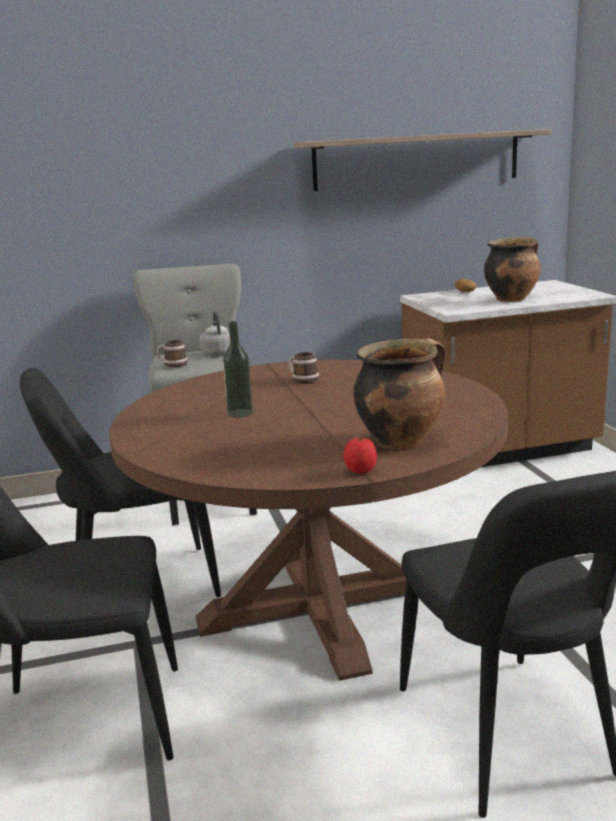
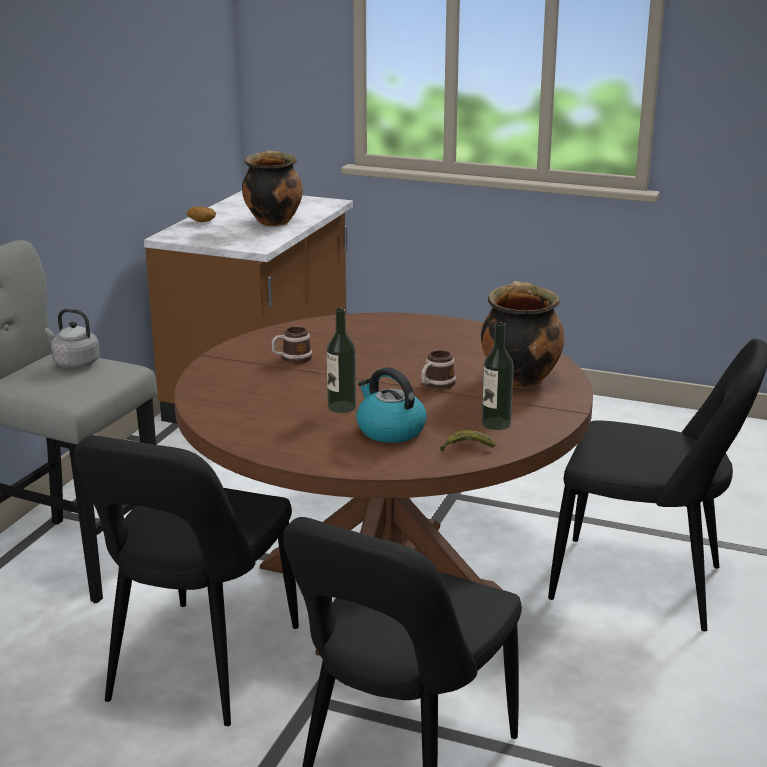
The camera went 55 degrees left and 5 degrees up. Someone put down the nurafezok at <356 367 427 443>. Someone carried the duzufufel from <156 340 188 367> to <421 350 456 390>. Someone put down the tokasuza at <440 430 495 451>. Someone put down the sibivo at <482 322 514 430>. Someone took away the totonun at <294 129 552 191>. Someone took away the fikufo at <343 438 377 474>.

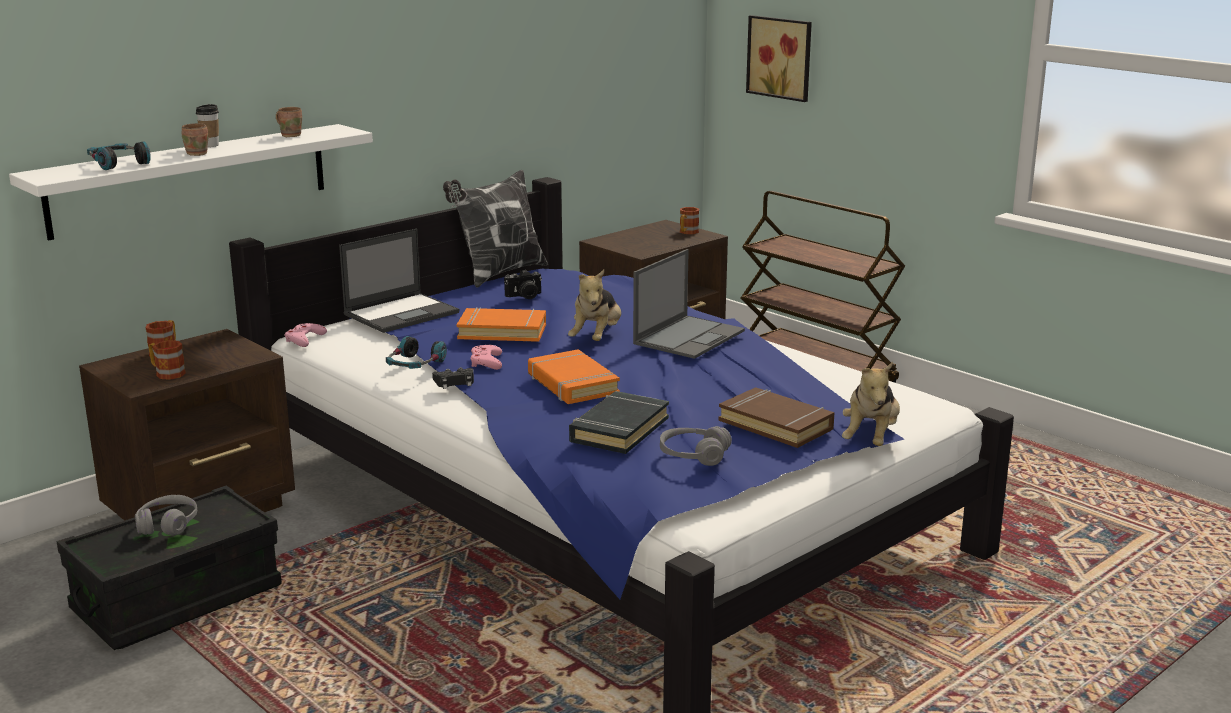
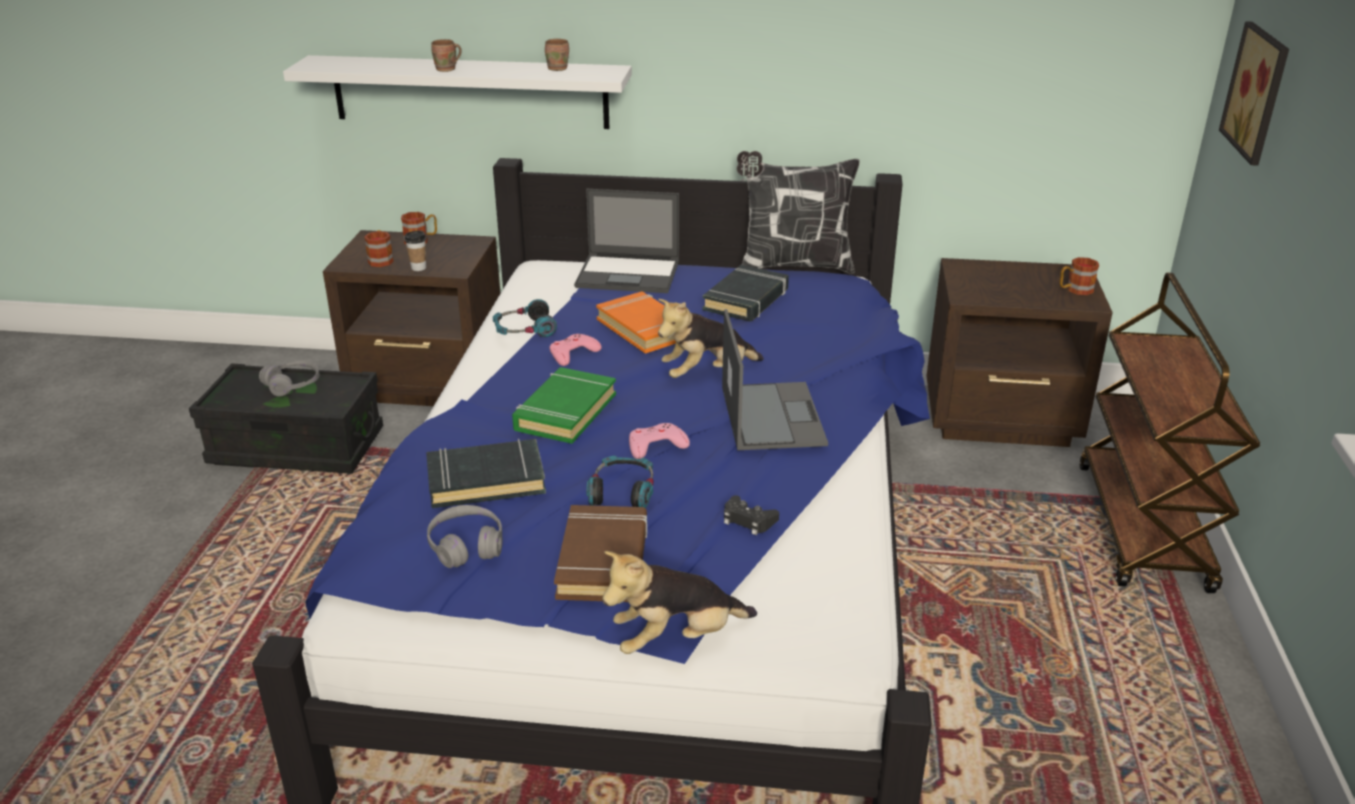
The camera went 50 degrees right and 10 degrees up. Someone carried the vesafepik from <196 104 219 147> to <404 231 426 271>. Someone repainted the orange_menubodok at <528 349 620 404>, which became the green_menubodok at <512 367 616 444>. Someone carried the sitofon from <87 141 151 170> to <586 455 654 508>. Someone carried the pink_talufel from <285 323 327 347> to <629 423 690 459>. Someone swapped the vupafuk at <504 269 542 299> for the black_menubodok at <703 265 789 322>. Someone rotated the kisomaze at <633 249 745 359> by 90 degrees counterclockwise. Someone carried the black_talufel from <432 367 474 389> to <724 495 779 535>.

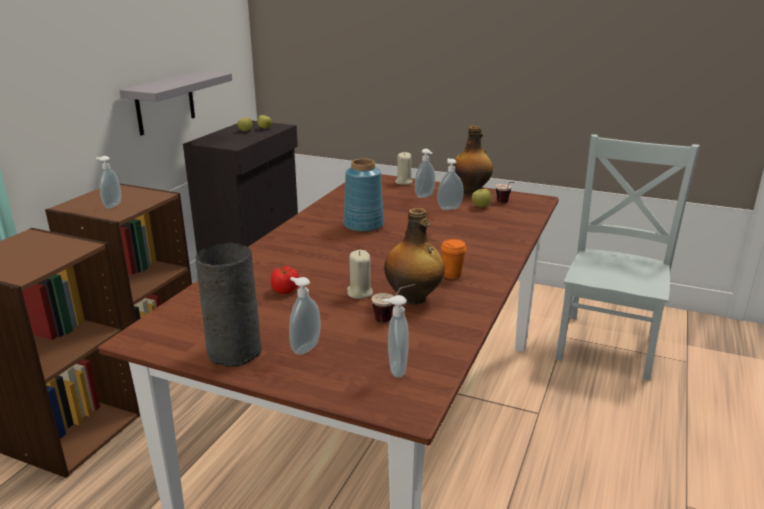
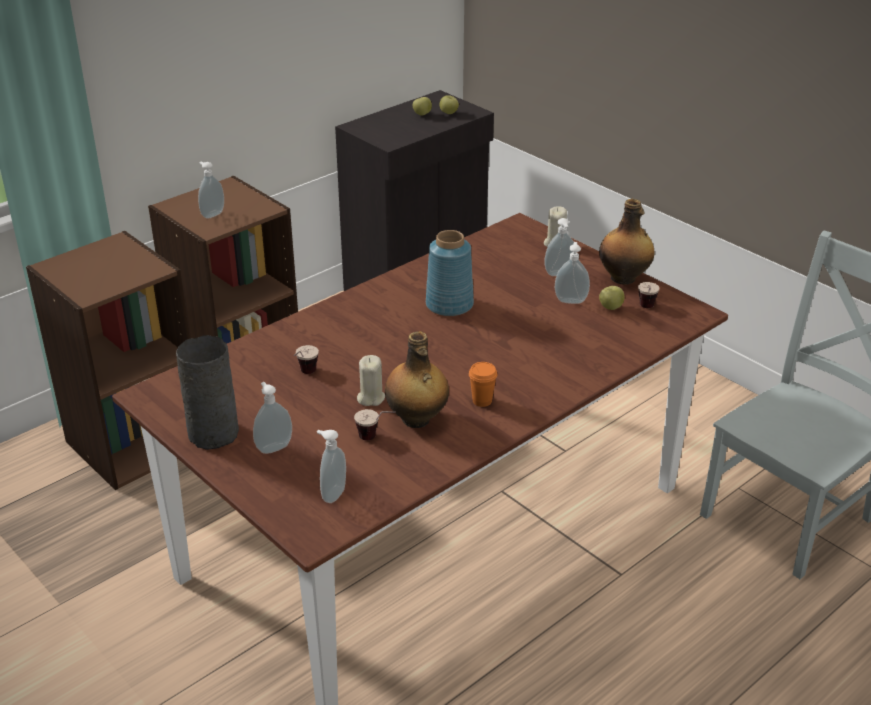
The camera went 25 degrees right and 10 degrees up. Someone swapped the fikufo at <271 266 300 294> for the vesafepik at <294 345 319 374>. Someone took away the grey_totonun at <120 71 232 136>.

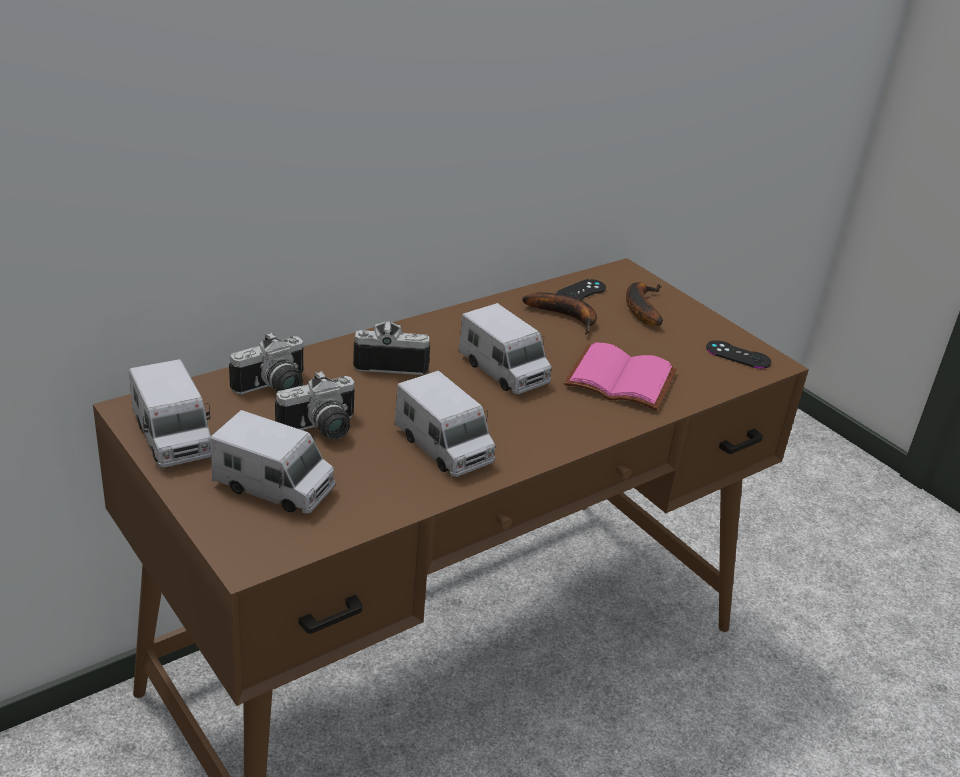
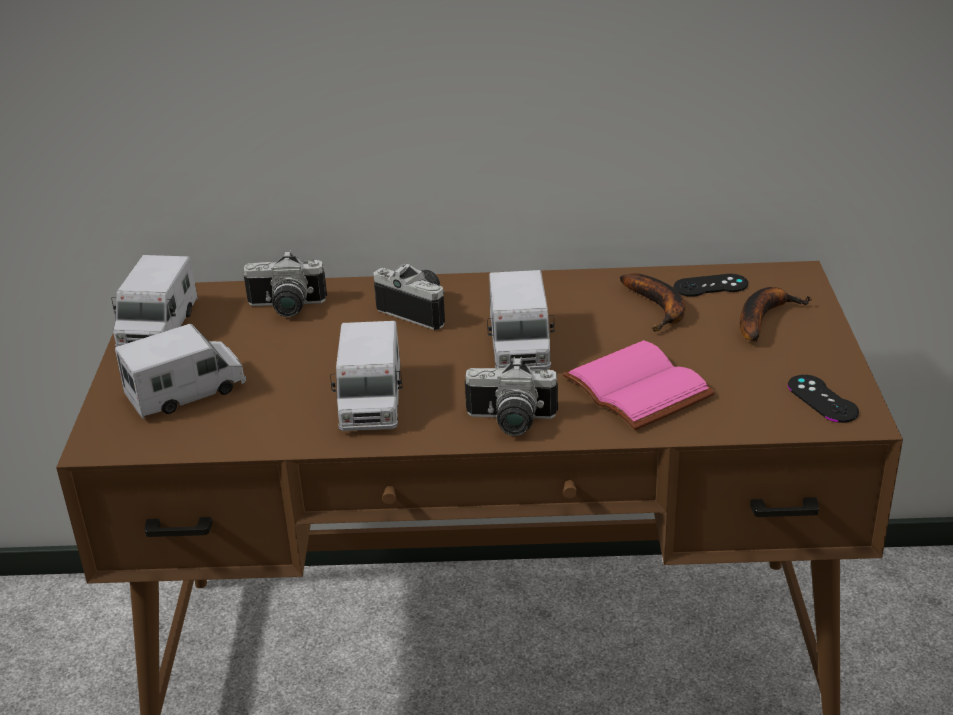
The camera went 40 degrees right and 0 degrees up. Someone rotated the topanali at <210 410 335 514> by 90 degrees counterclockwise. Someone carried the vupafuk from <275 371 355 439> to <465 357 558 436>.

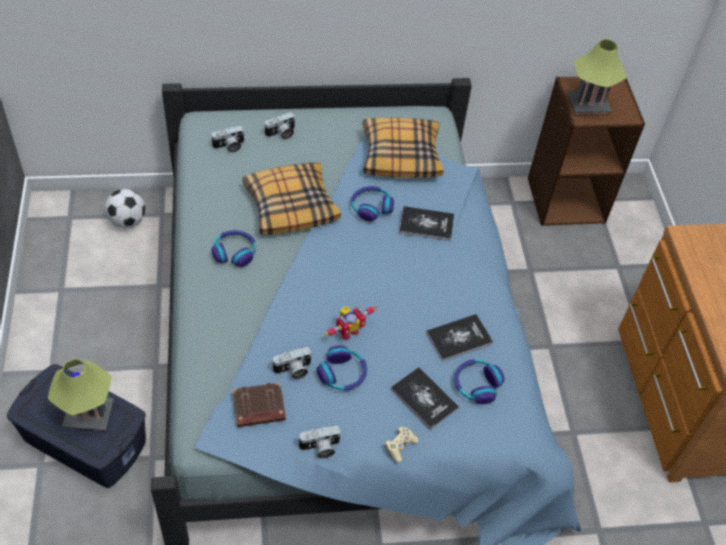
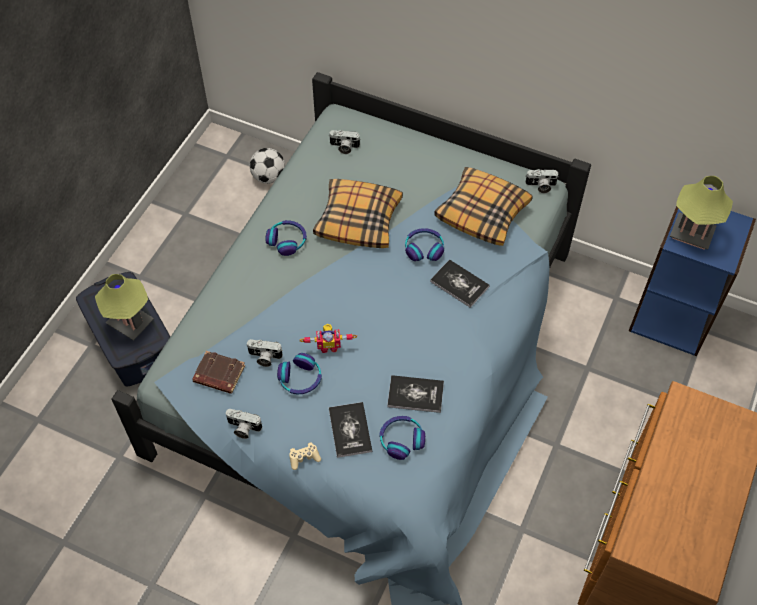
The camera went 35 degrees right and 5 degrees up. Someone carried the vupafuk from <264 112 295 139> to <525 169 559 193>. Someone repainted the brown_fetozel at <528 77 645 226>, which became the blue_fetozel at <629 206 756 356>.

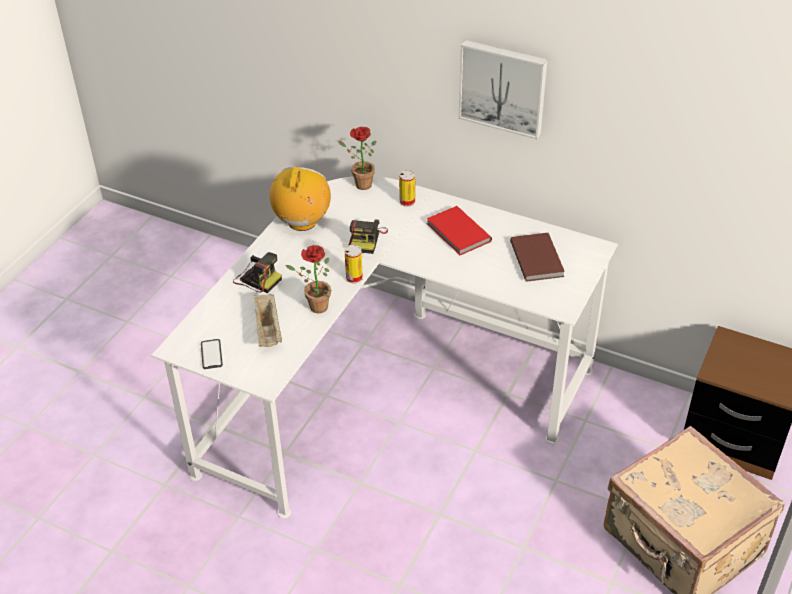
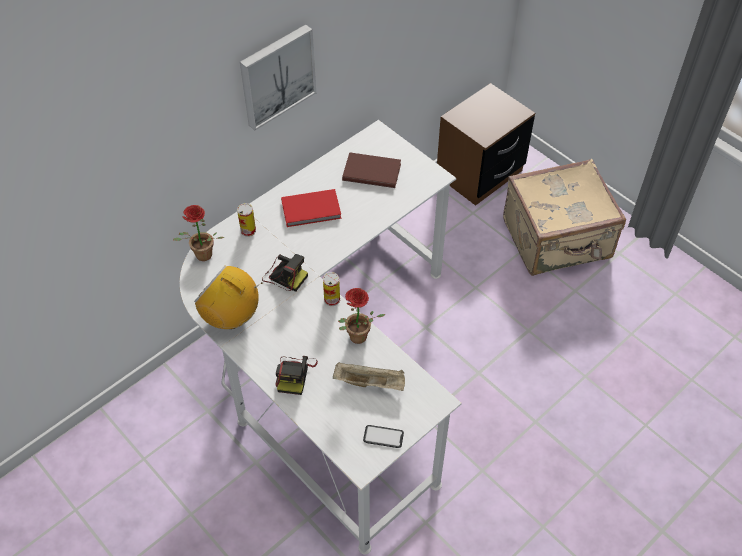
The camera went 70 degrees left and 10 degrees up. Someone rotated the vupafuk at <233 252 282 293> by 135 degrees clockwise.

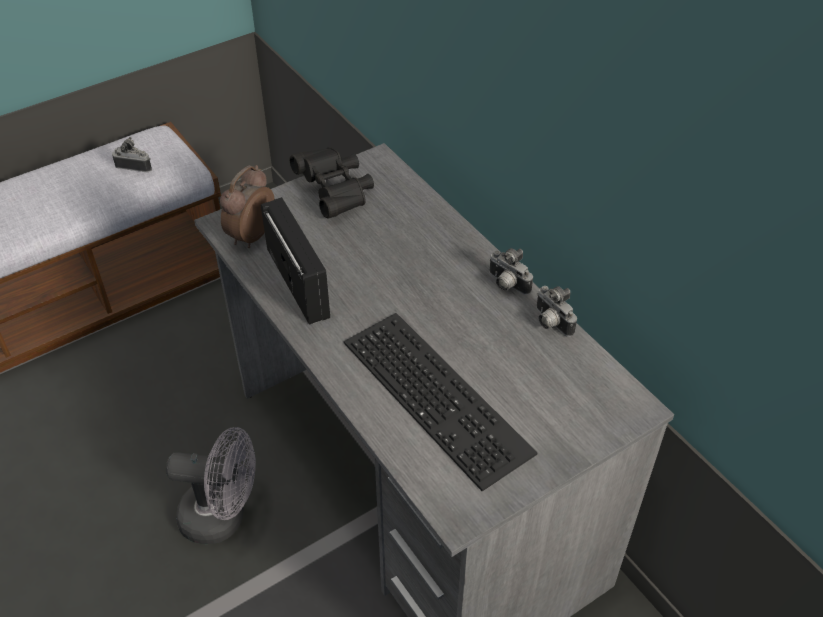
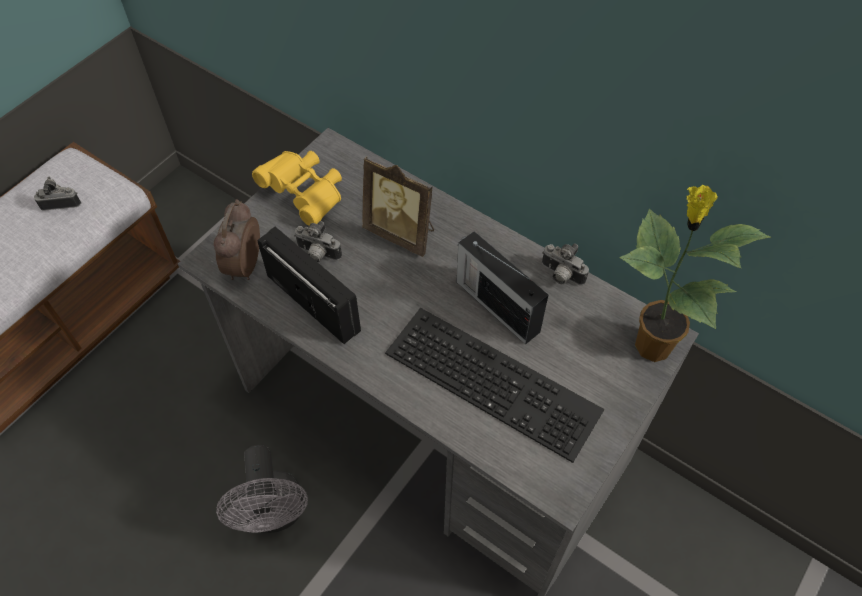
The camera went 20 degrees left and 10 degrees up. Someone rotated the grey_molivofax at <166 427 256 544> by 90 degrees clockwise. Someone repainted the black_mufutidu at <290 147 374 219>, which became the yellow_mufutidu at <252 151 342 225>. Someone carried the vupafuk from <489 248 533 295> to <294 221 342 263>. Someone put down the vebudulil at <362 156 434 257>. Someone put down the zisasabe at <457 231 548 345>. Someone put down the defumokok at <619 185 771 362>.

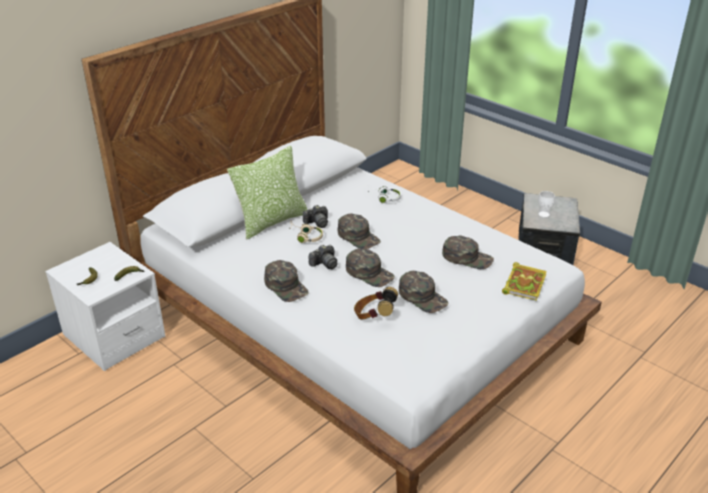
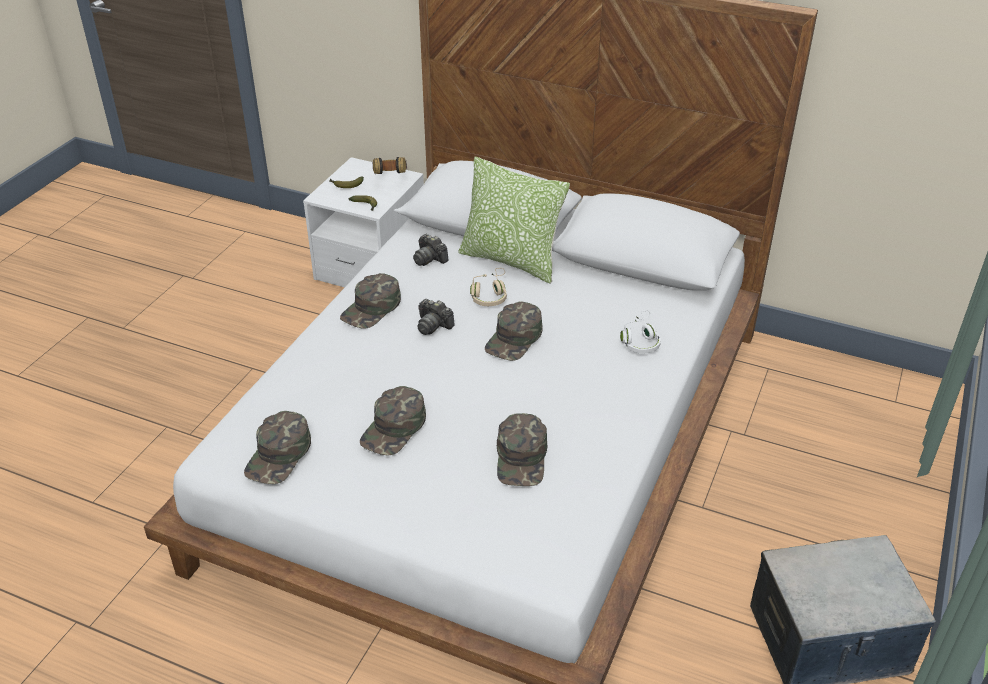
The camera went 70 degrees right and 5 degrees up. Someone carried the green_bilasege from <346 249 395 287> to <244 411 311 484>. Someone carried the sitofon from <354 287 398 319> to <373 157 407 174>. Someone carried the vupafuk from <303 205 328 228> to <413 234 448 266>. Someone took away the menubodok at <502 262 547 301>. Someone took away the vesafepik at <538 191 555 218>.

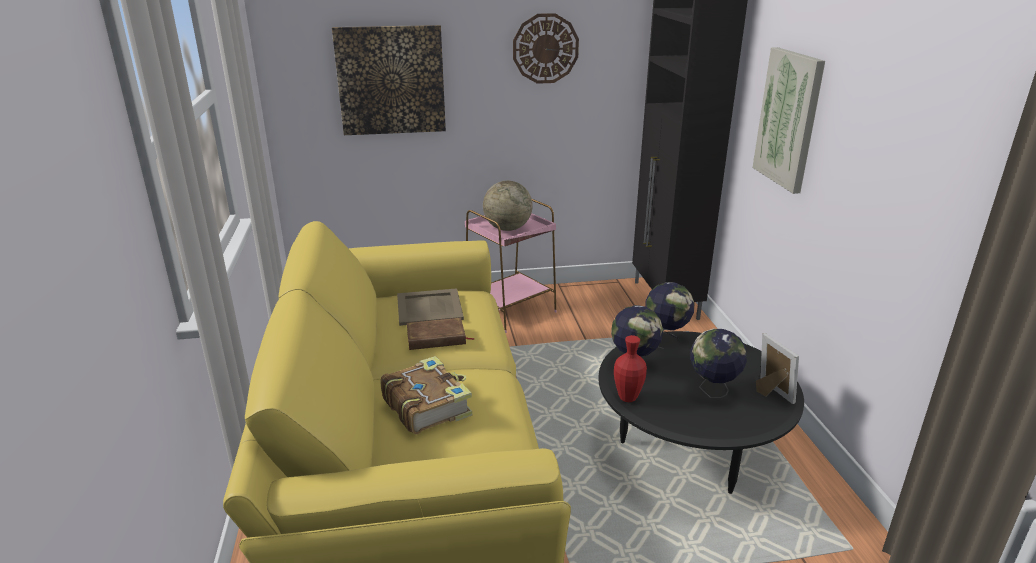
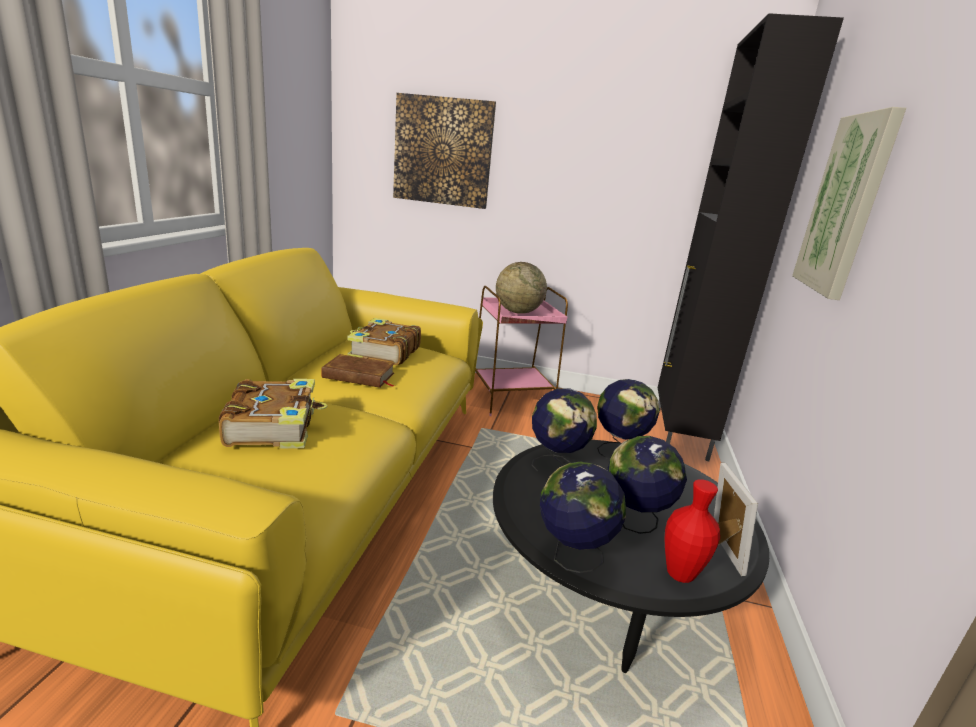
The camera went 20 degrees right and 5 degrees down. Someone swapped the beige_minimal at <397 288 464 326> for the menubodok at <347 318 421 365>. Someone put down the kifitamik at <540 461 626 573>. Someone carried the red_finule from <614 335 647 402> to <664 479 720 583>. Someone took away the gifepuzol at <513 13 579 84>.

